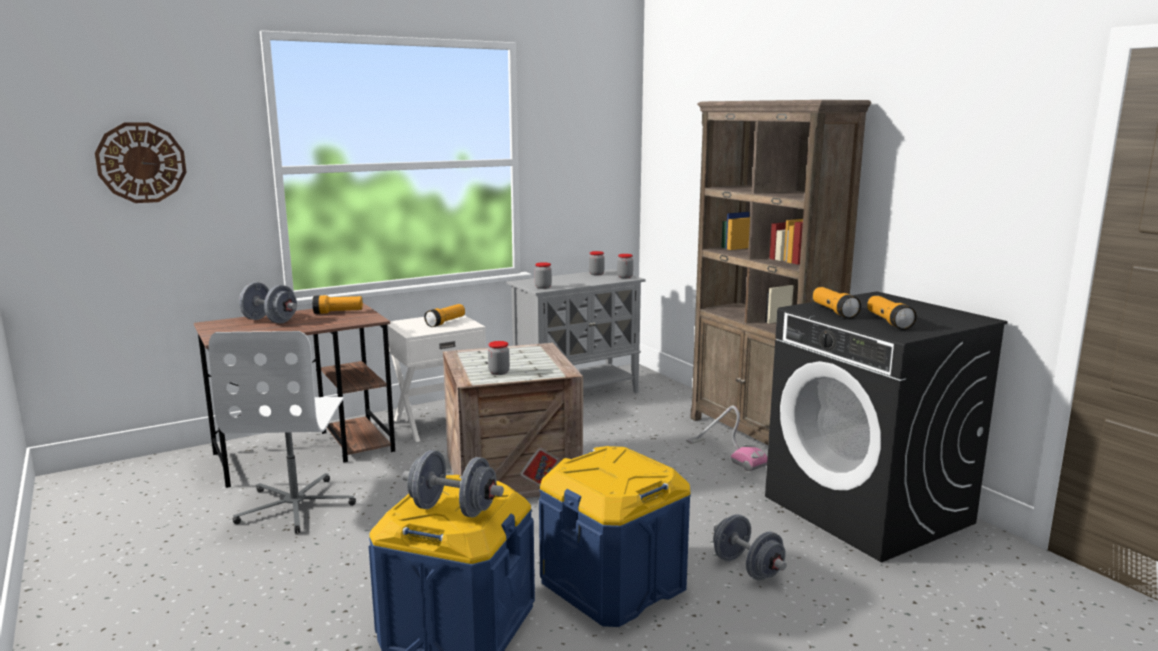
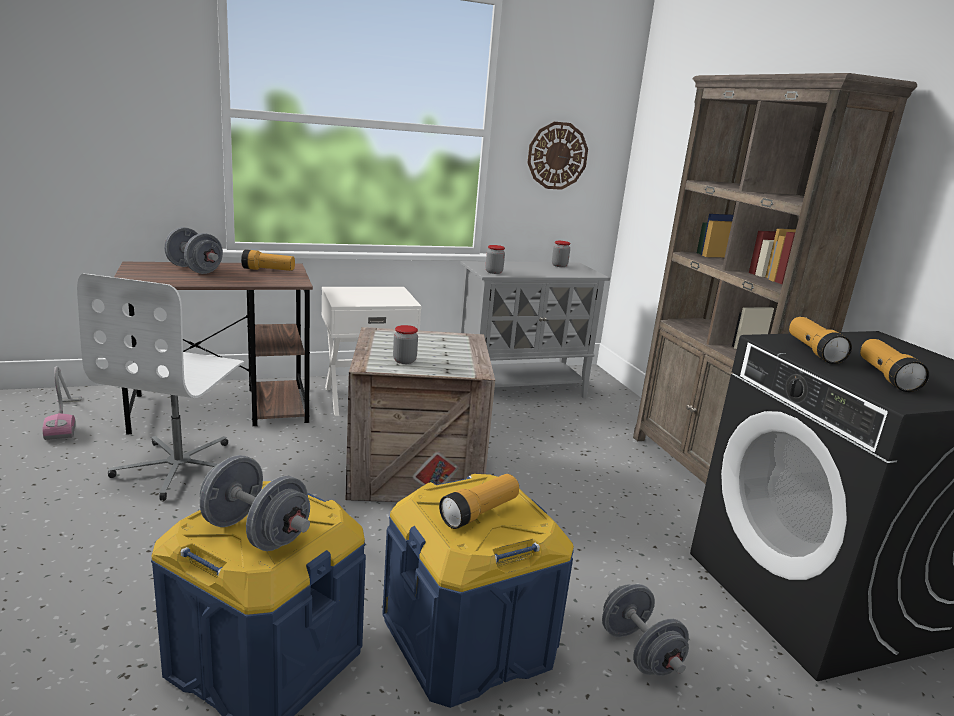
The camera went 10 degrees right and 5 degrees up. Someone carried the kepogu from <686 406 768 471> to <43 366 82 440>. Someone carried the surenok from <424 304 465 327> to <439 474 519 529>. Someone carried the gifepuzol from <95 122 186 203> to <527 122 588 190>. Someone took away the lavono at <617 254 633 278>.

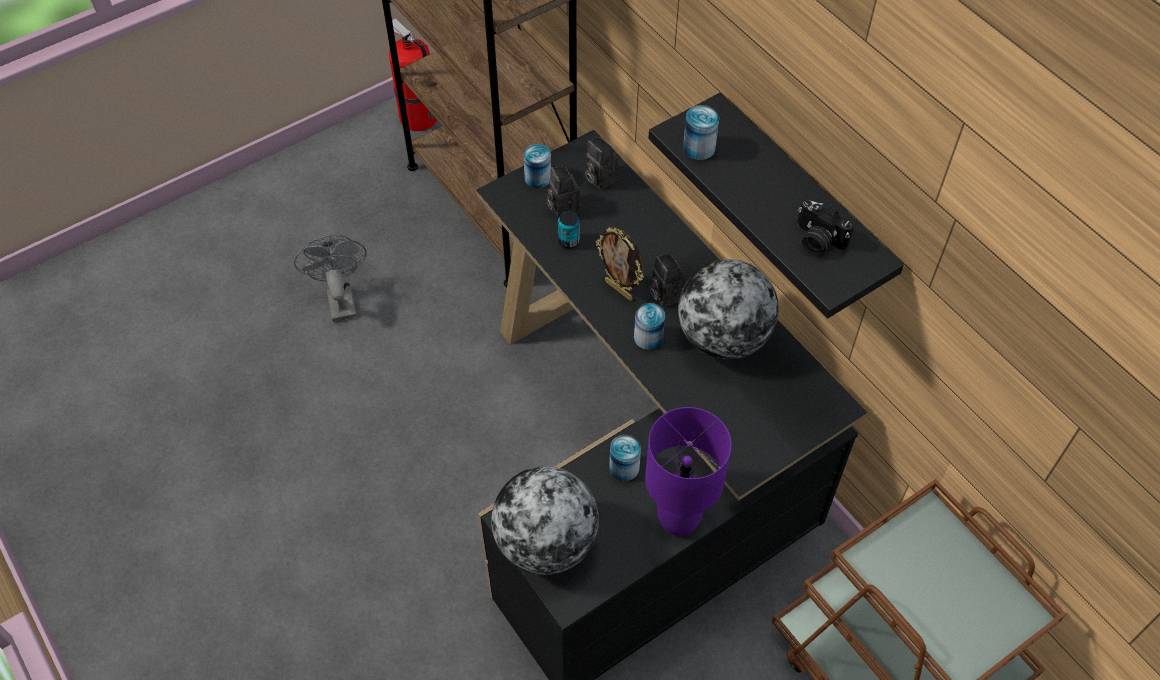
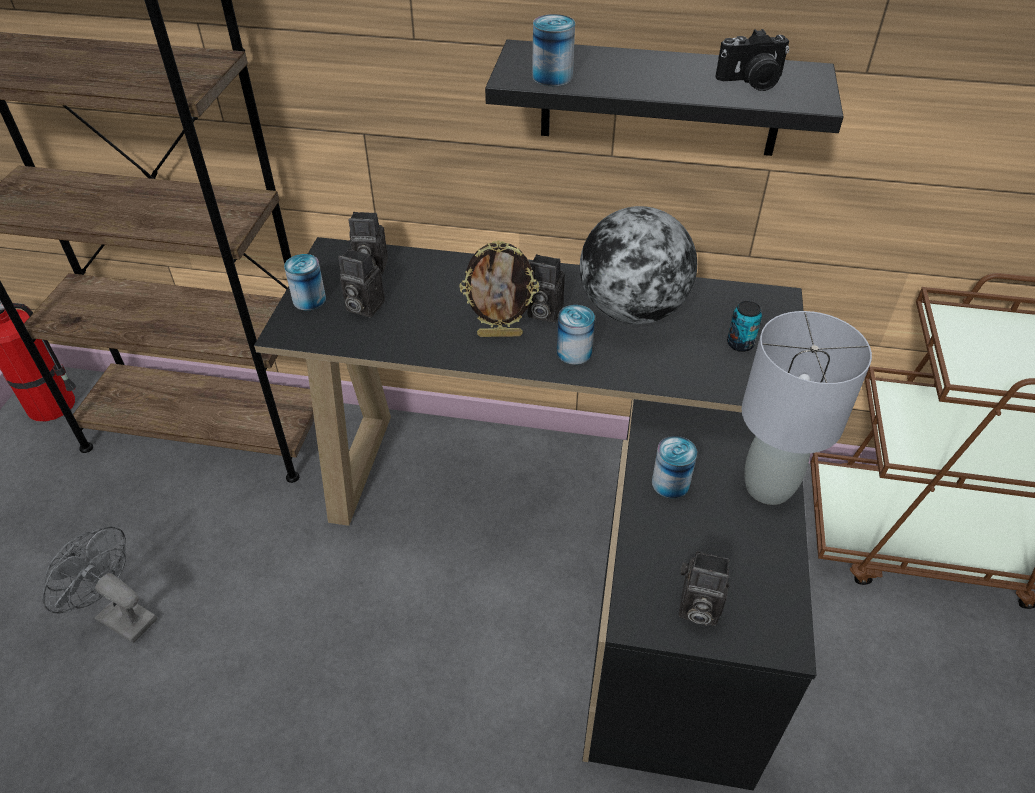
The camera went 45 degrees left and 10 degrees down. Someone swapped the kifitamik at <491 466 599 575> for the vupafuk at <679 551 729 626>. Someone carried the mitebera from <558 211 580 249> to <727 301 762 352>. Someone repainted the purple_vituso at <645 407 732 536>, which became the grey_vituso at <742 311 872 505>.

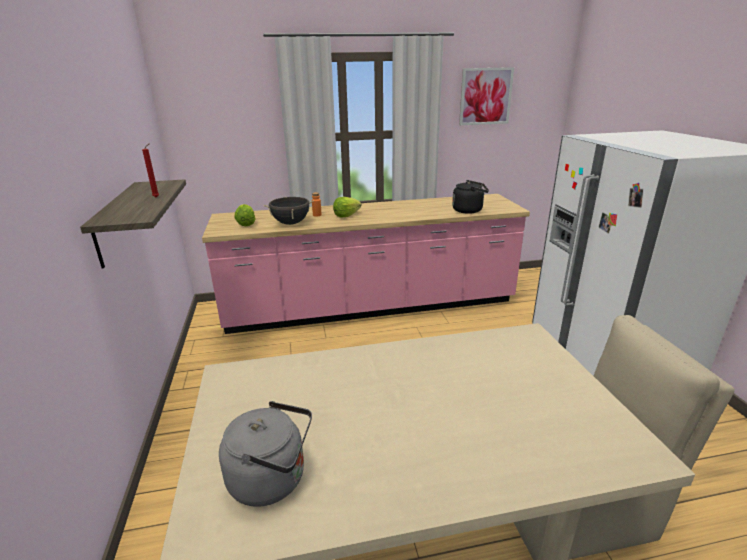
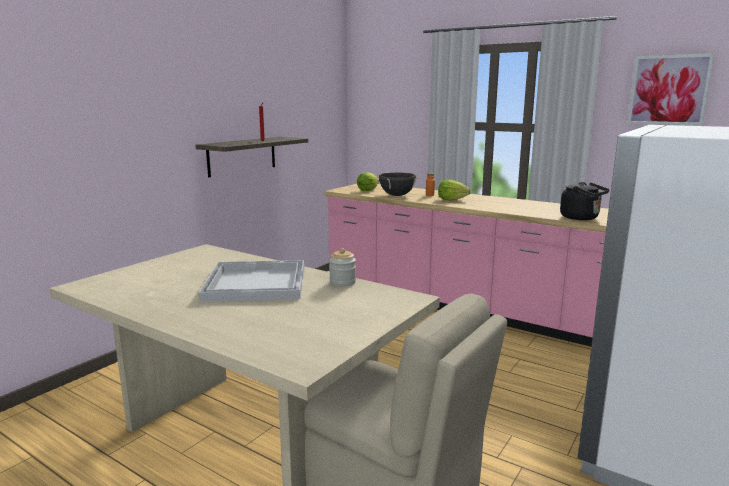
The camera went 45 degrees right and 10 degrees down. Someone put down the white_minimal at <198 260 304 302>. Someone put down the lavono at <329 248 356 287>. Someone took away the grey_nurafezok at <219 401 312 507>.

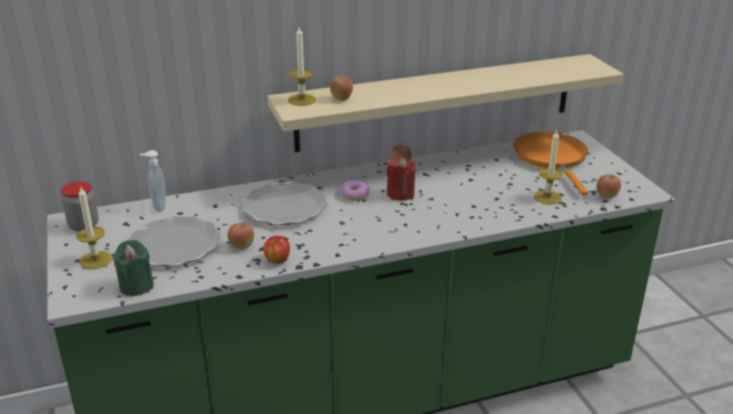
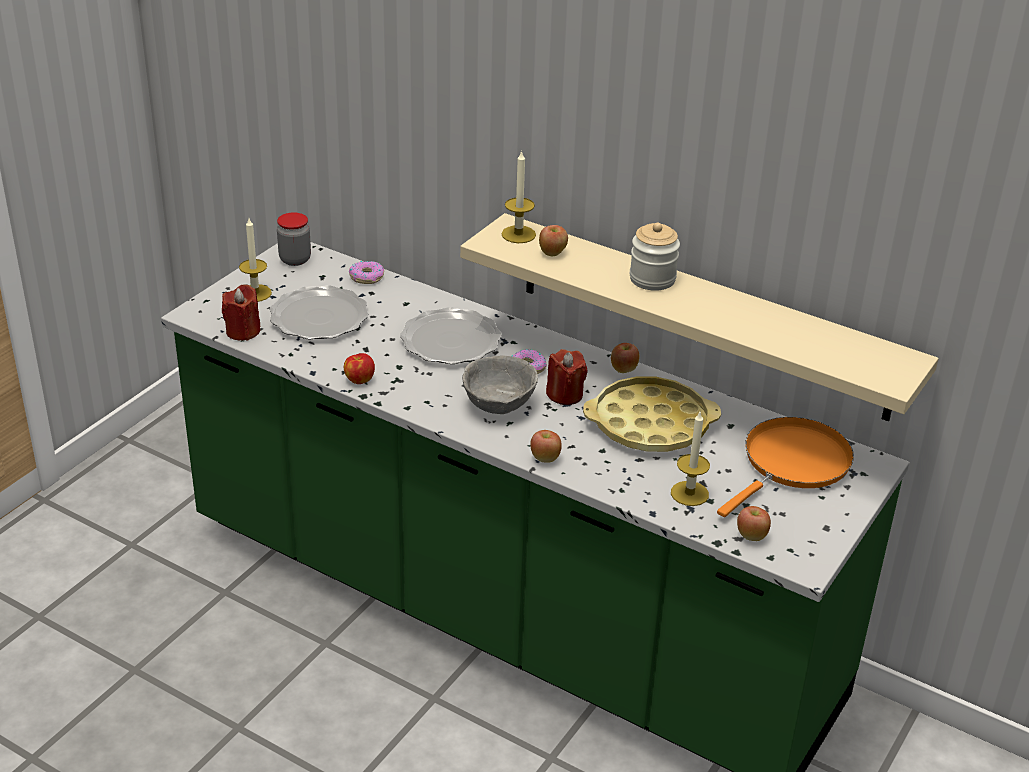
The camera went 50 degrees right and 5 degrees up. Someone repainted the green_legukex at <112 240 154 296>, which became the red_legukex at <222 285 260 341>. Someone swapped the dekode at <140 150 166 212> for the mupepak at <349 261 384 284>. Someone put down the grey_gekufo at <462 355 538 414>. Someone carried the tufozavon from <228 223 254 249> to <530 430 562 462>. Someone put down the yellow_minimal at <583 376 721 452>. Someone put down the lavono at <630 223 680 291>.

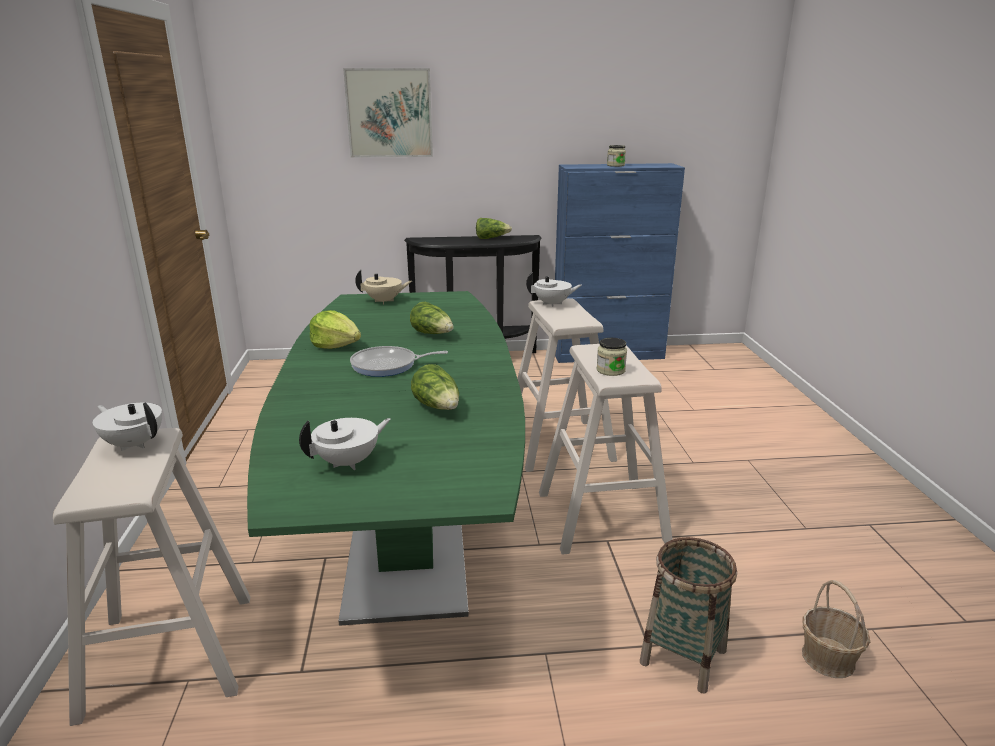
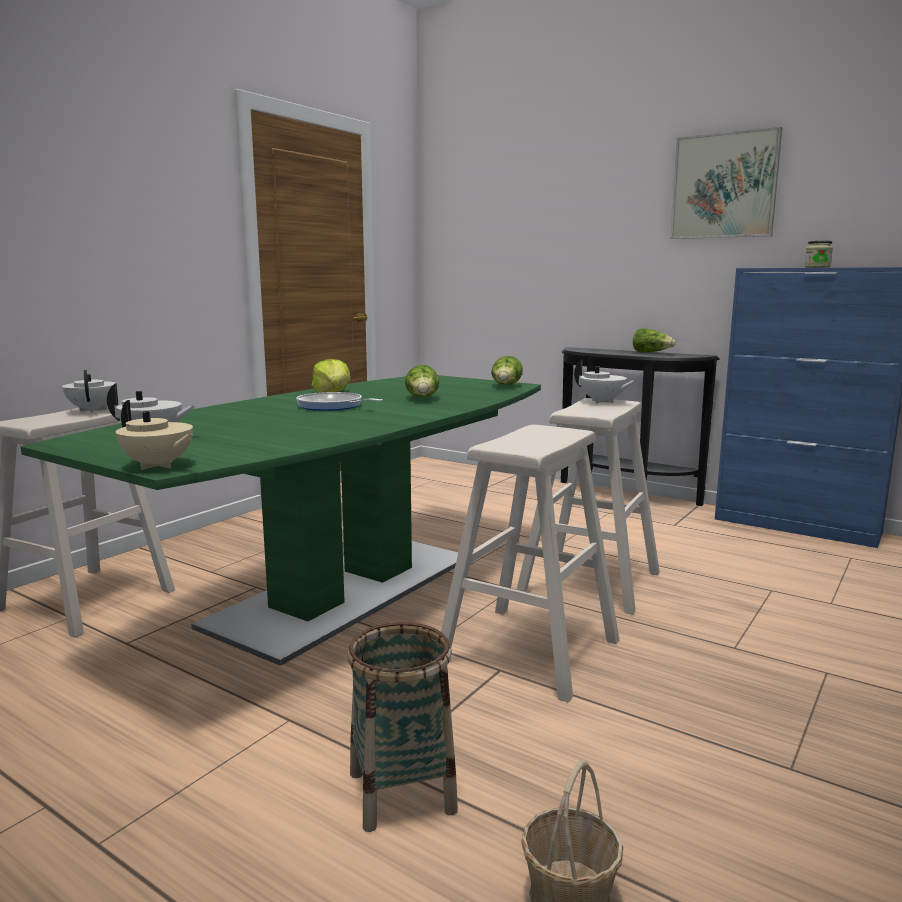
The camera went 40 degrees right and 10 degrees down. Someone carried the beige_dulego from <355 270 412 304> to <116 400 194 470>. Someone carried the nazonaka from <411 364 459 410> to <491 356 523 385>. Someone carried the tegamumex from <343 68 433 158> to <670 127 782 239>. Someone took away the lavono at <597 338 627 376>.

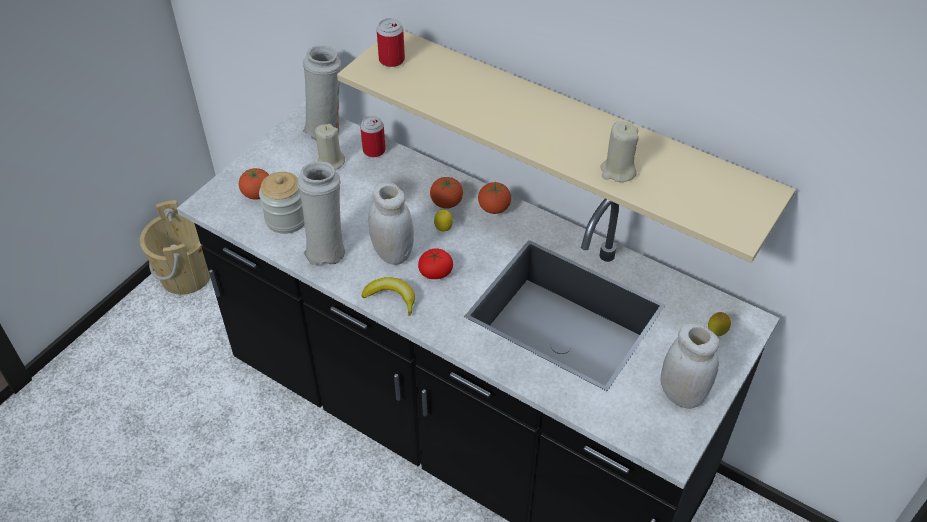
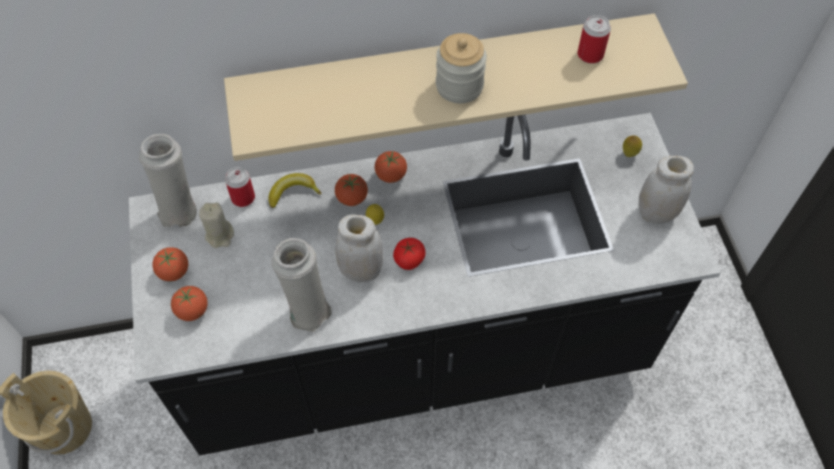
The camera went 45 degrees left and 10 degrees up. Someone put down the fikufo at <152 247 188 281>. Someone carried the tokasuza from <362 277 415 316> to <268 173 321 208>. Someone carried the lavono from <259 172 305 234> to <436 33 487 103>. Someone carried the mitebera from <377 18 405 67> to <577 15 611 64>. Someone took away the beige_legukex at <600 121 639 182>.

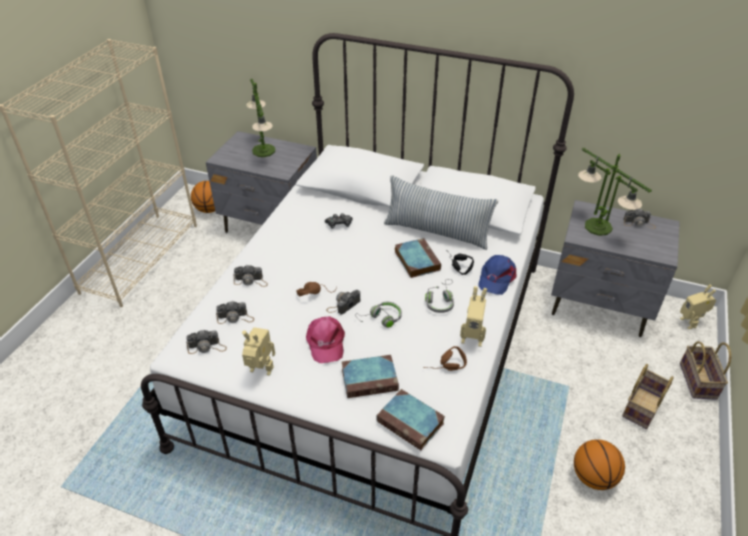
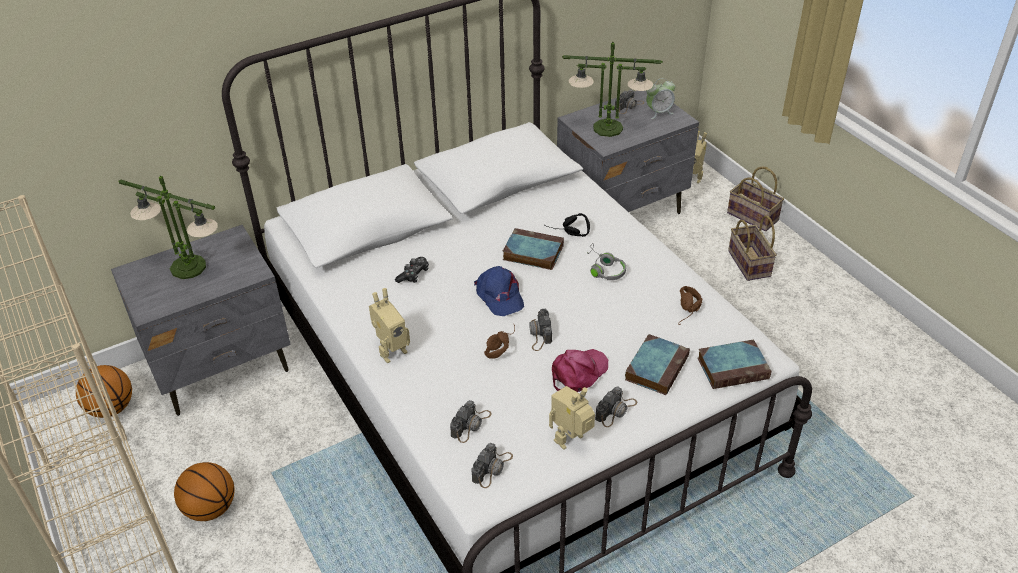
The camera went 50 degrees left and 0 degrees up. Someone carried the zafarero from <574 439 625 490> to <174 462 235 521>. Someone carried the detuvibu from <460 286 487 347> to <369 288 410 363>. Someone carried the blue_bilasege from <478 255 516 295> to <474 266 524 316>. Someone rotated the pink_bilasege at <306 317 345 363> by 75 degrees counterclockwise. Someone carried the vupafuk from <233 265 268 287> to <595 386 637 427>. Someone put down the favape at <646 78 675 119>. Someone took away the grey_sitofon at <355 302 402 328>. Someone took away the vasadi at <384 175 498 250>.

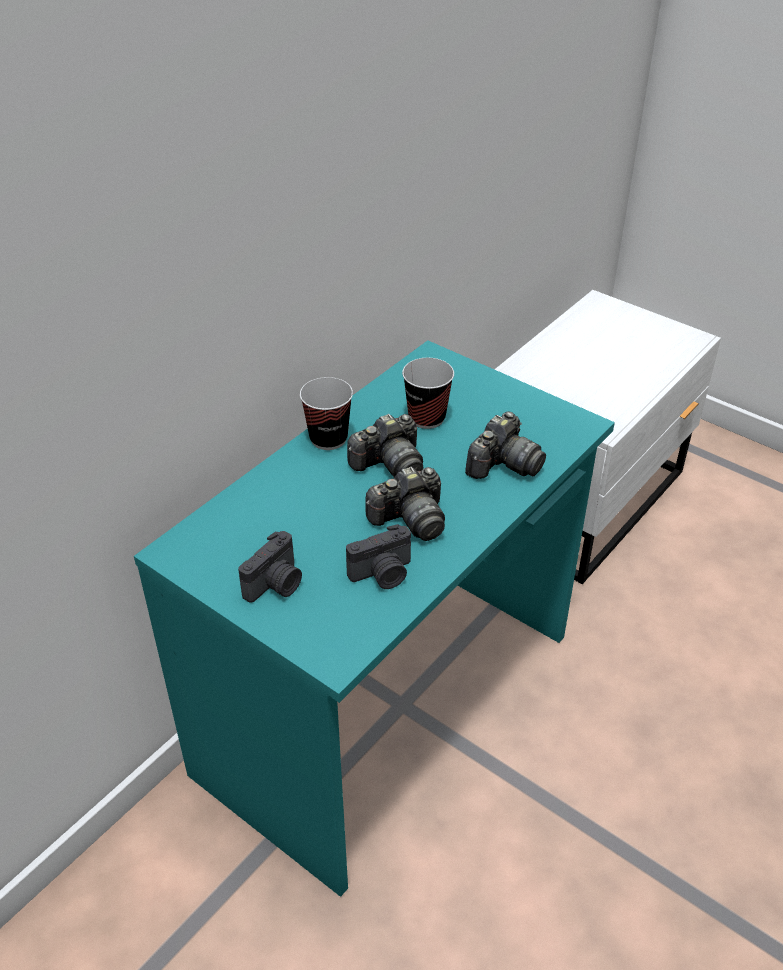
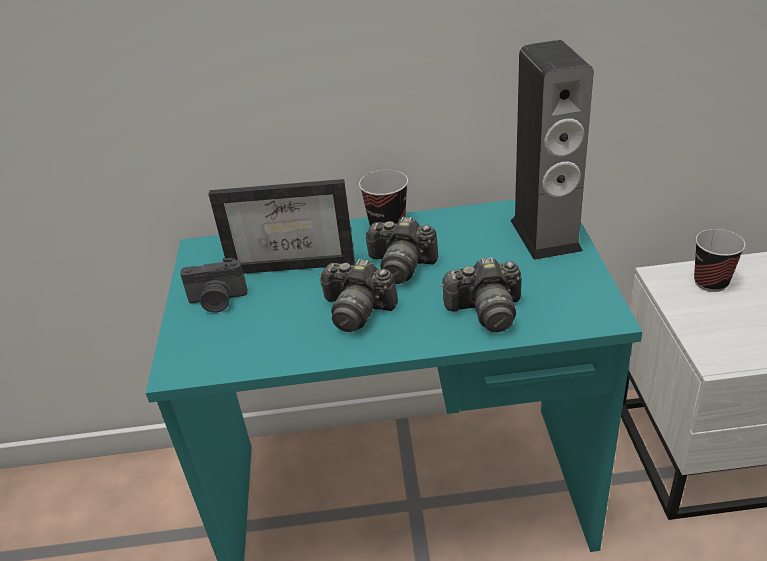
The camera went 50 degrees right and 5 degrees down. Someone put down the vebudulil at <209 179 355 274>. Someone put down the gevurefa at <510 40 594 260>. Someone carried the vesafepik from <402 358 454 429> to <694 229 745 292>. Someone took away the vupafuk at <346 524 411 589>.

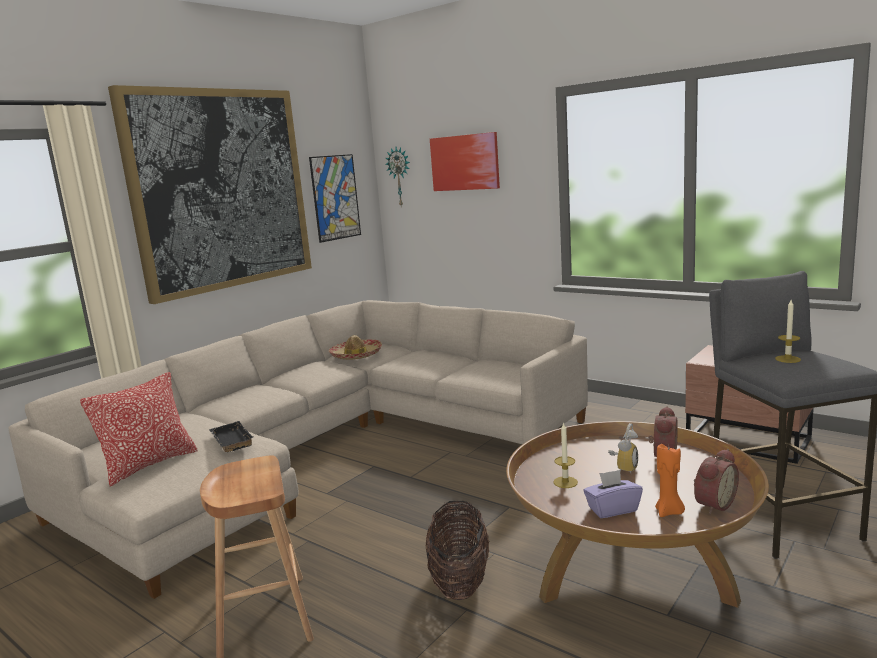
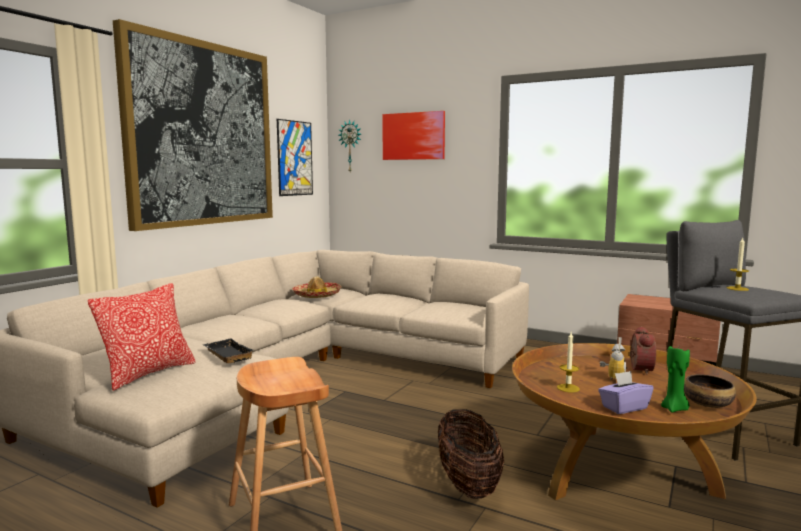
The camera went 10 degrees left and 5 degrees down. Someone repainted the orange_legukex at <655 444 685 517>, which became the green_legukex at <661 346 690 413>. Someone swapped the favape at <694 449 739 514> for the gekufo at <684 374 736 408>.

